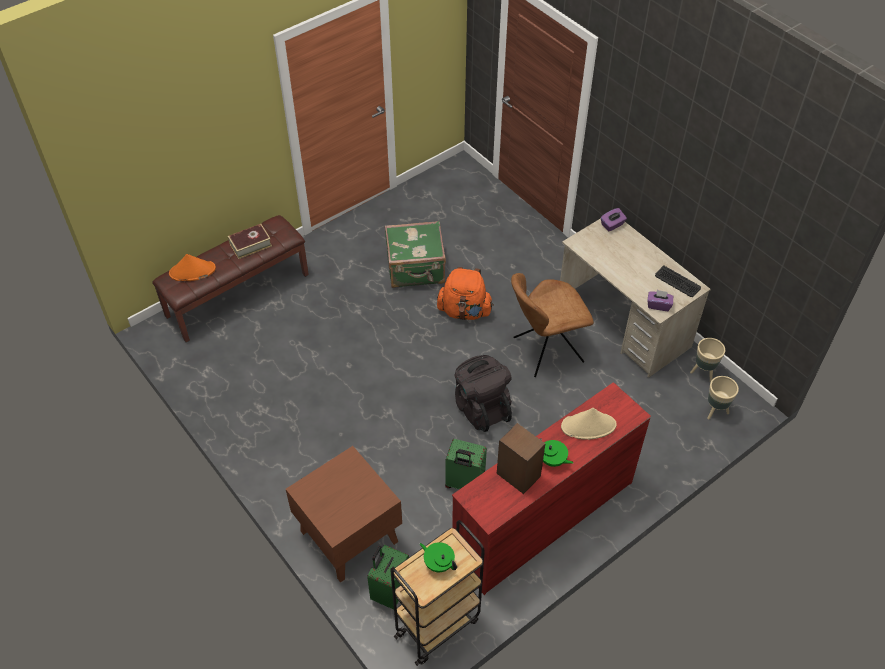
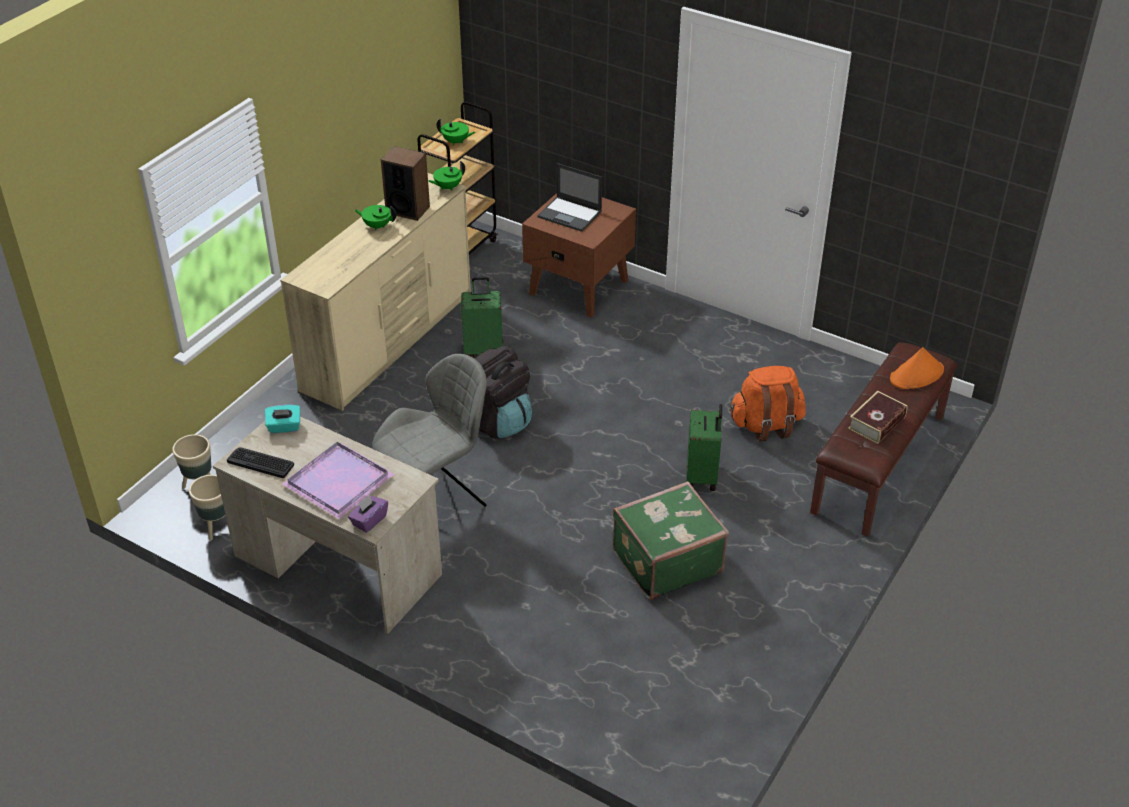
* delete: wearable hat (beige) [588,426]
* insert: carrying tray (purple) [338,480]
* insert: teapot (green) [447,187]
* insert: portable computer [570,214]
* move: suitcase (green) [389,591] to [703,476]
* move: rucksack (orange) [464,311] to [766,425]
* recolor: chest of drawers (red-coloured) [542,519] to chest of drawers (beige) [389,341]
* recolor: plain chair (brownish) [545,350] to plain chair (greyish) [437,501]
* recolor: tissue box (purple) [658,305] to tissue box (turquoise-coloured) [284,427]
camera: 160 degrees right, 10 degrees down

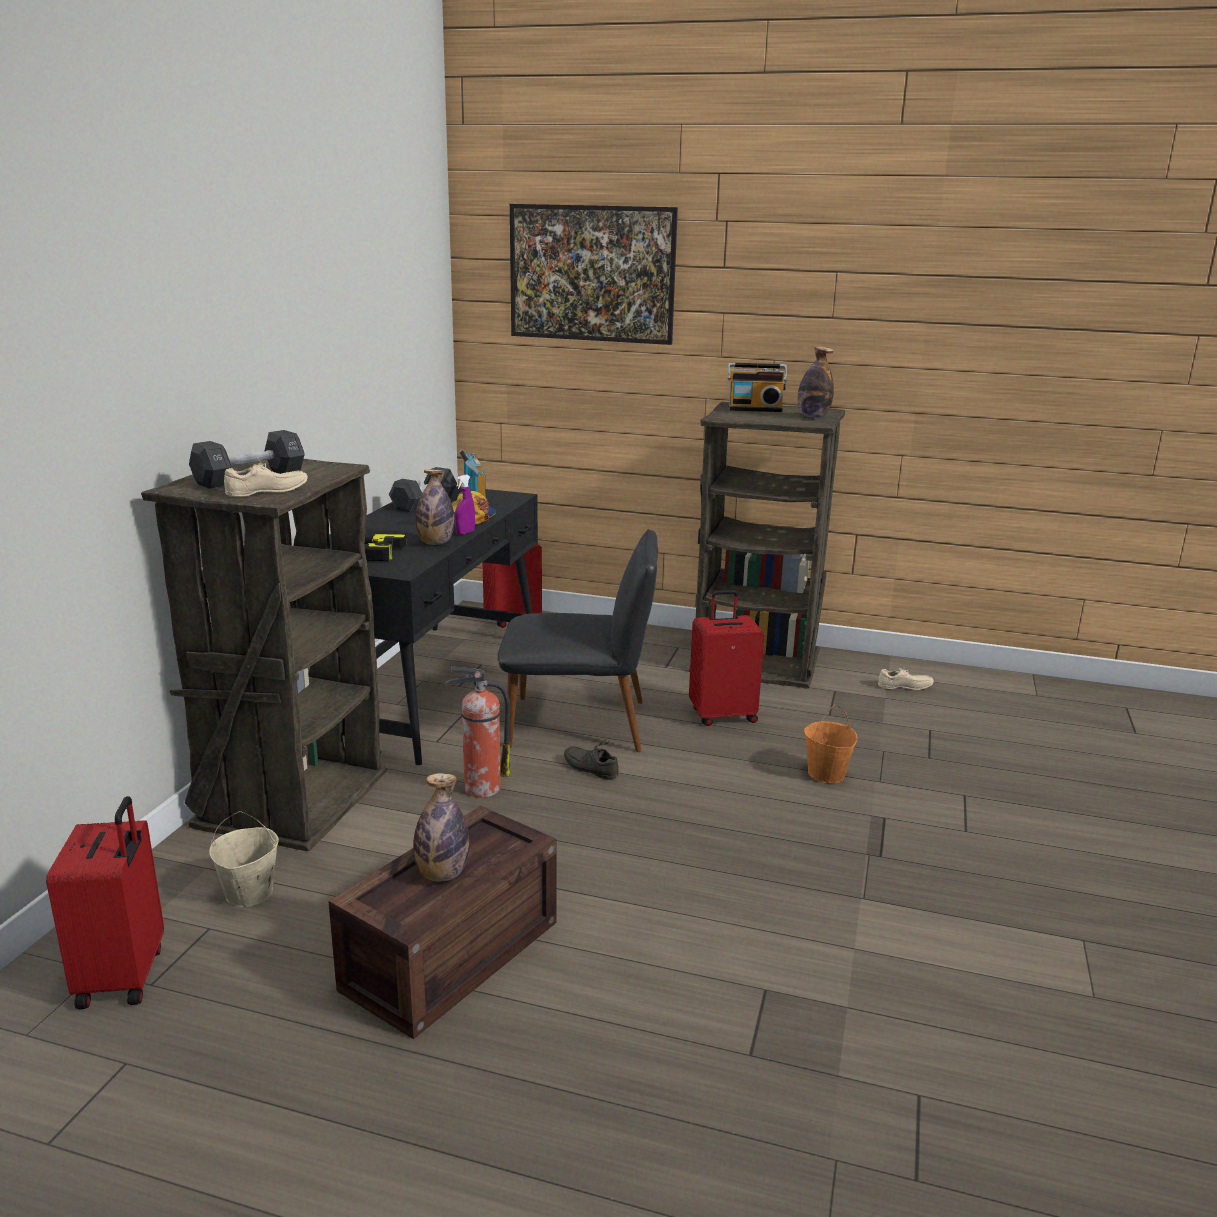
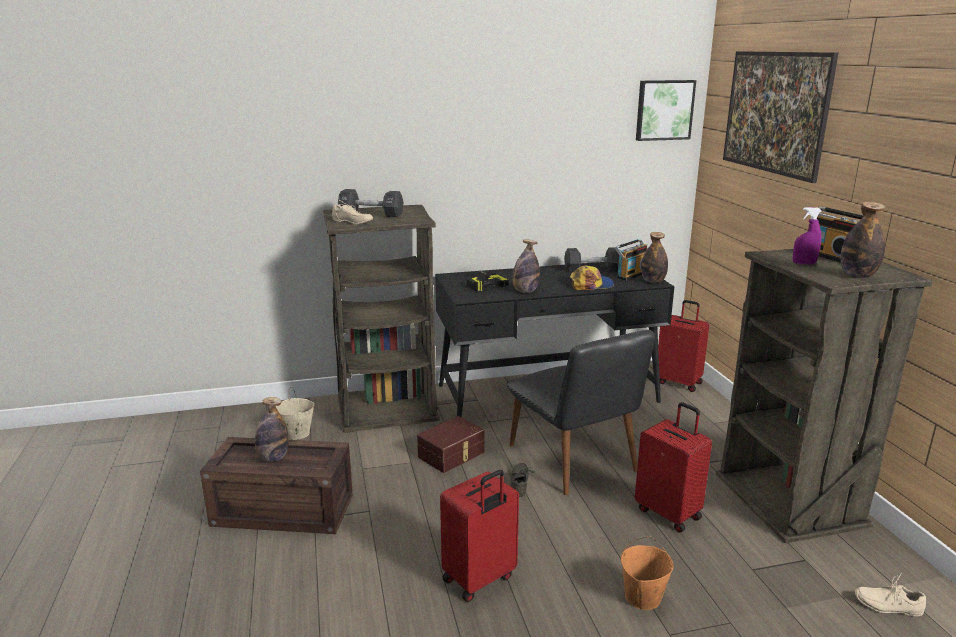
* insert: picture [664,110]
* insert: beverage bottle [653,281]
* move: suitcase (red-coloured) [124,976] to [480,579]
* move: sprayer (purple) [465,532] to [804,263]
* replace: fire extinguisher [480,788] to storage container (brownish) [452,455]
* rotate: shoe (beige) [905,687] = [887,604] 135 degrees clockwise
camera: 60 degrees right, 0 degrees up

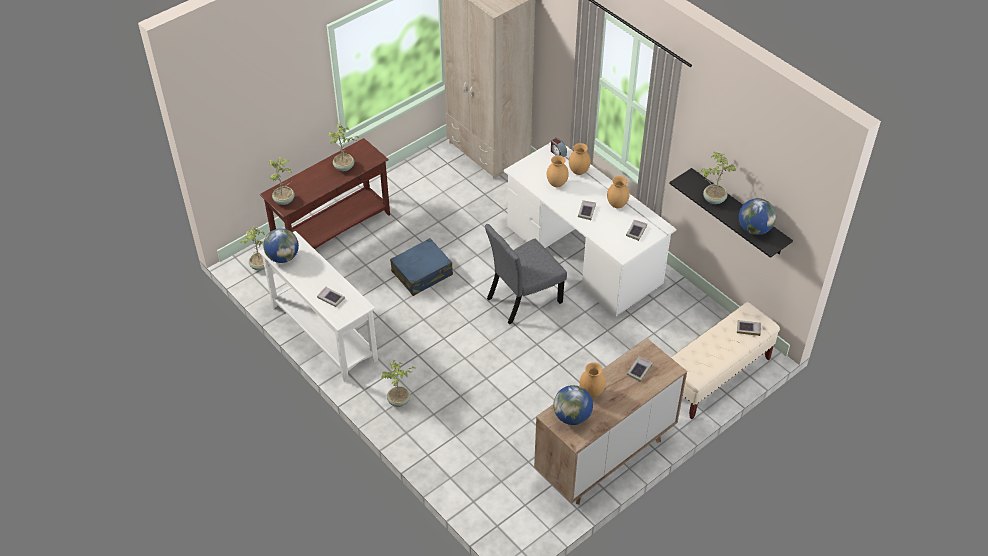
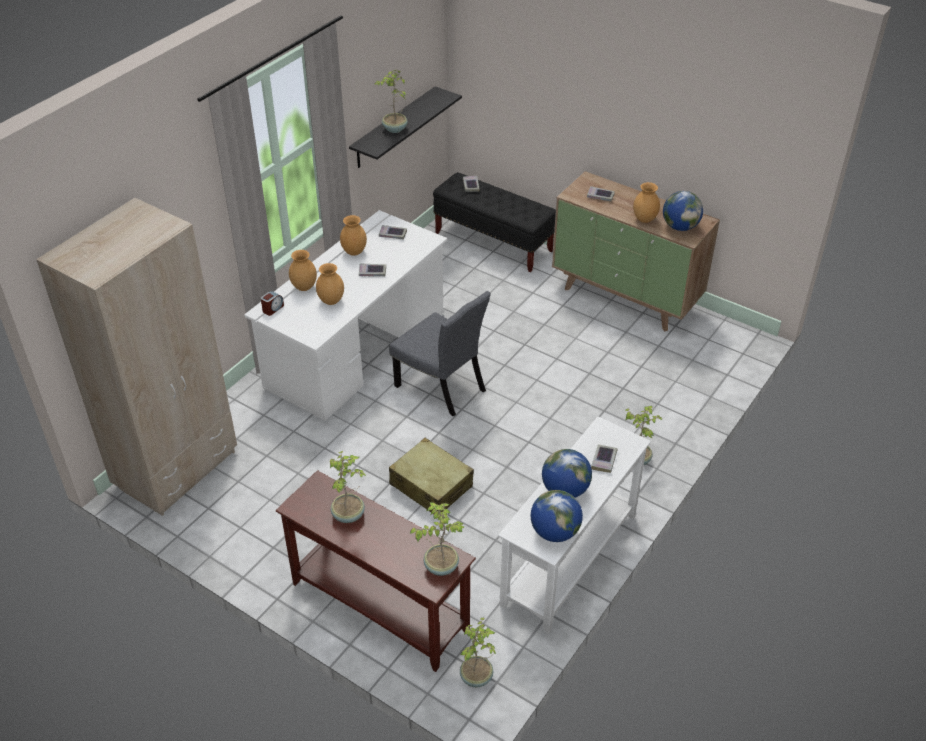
* move: world globe [754,229] to [565,490]
* recolor: suitcase (blue-coloured) [422,273] to suitcase (beige) [431,485]
* recolor: indoor bench (beige) [715,376] to indoor bench (black) [493,242]
camera: 105 degrees left, 5 degrees down

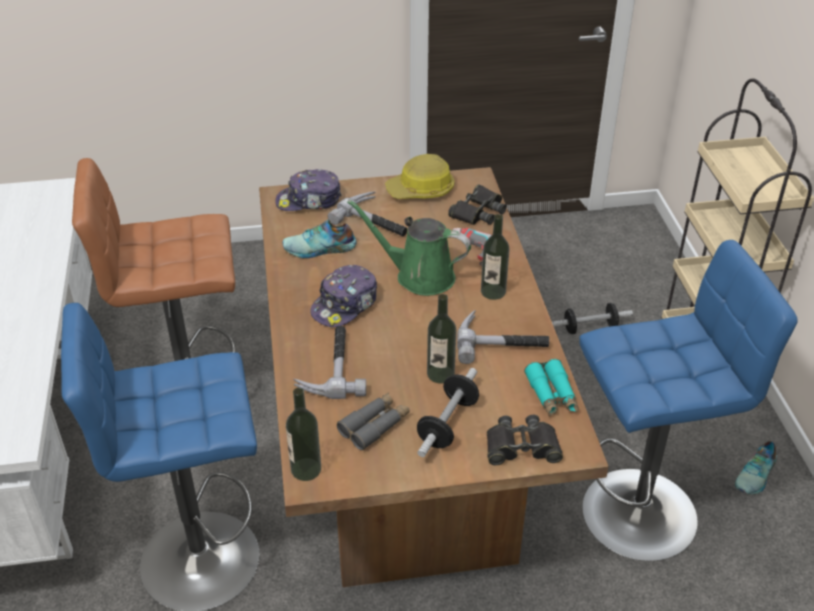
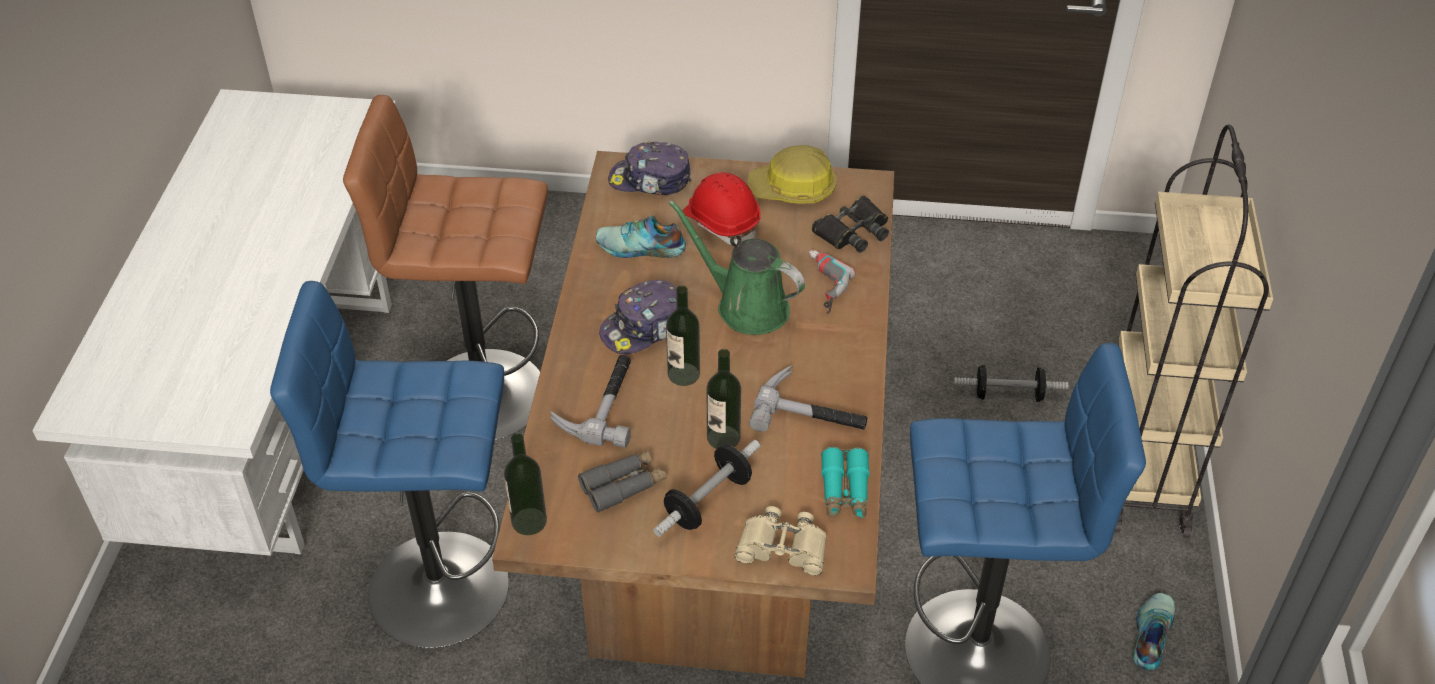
* move: beverage bottle [493,291] to [683,374]
* replace: tool hammer [376,221] to work helmet (red-coloured) [721,222]
* recolor: binoculars (black) [521,447] to binoculars (beige) [782,547]
* rotate: shoe [756,475] = [1150,634] 150 degrees clockwise
camera: 15 degrees right, 5 degrees up

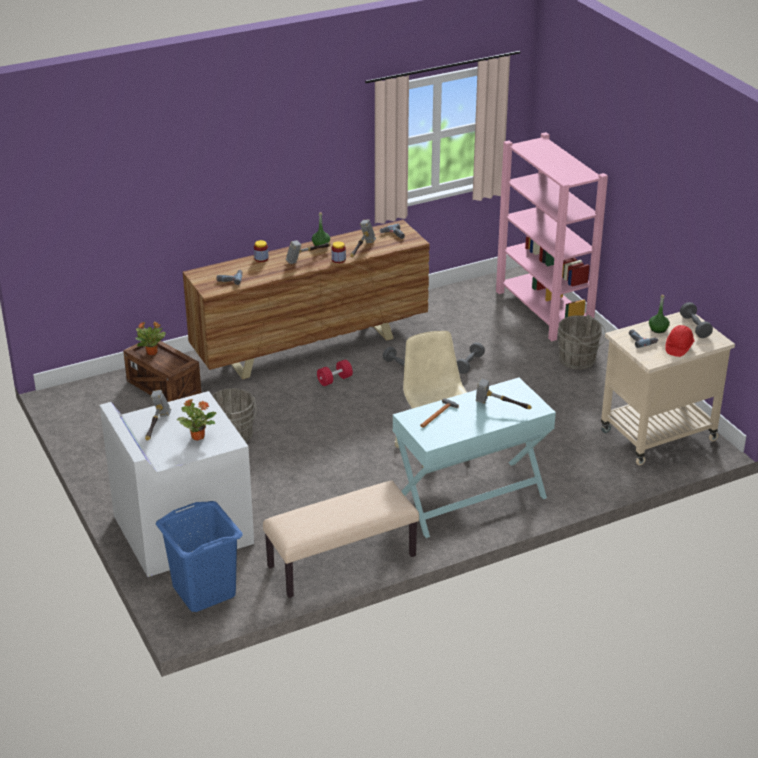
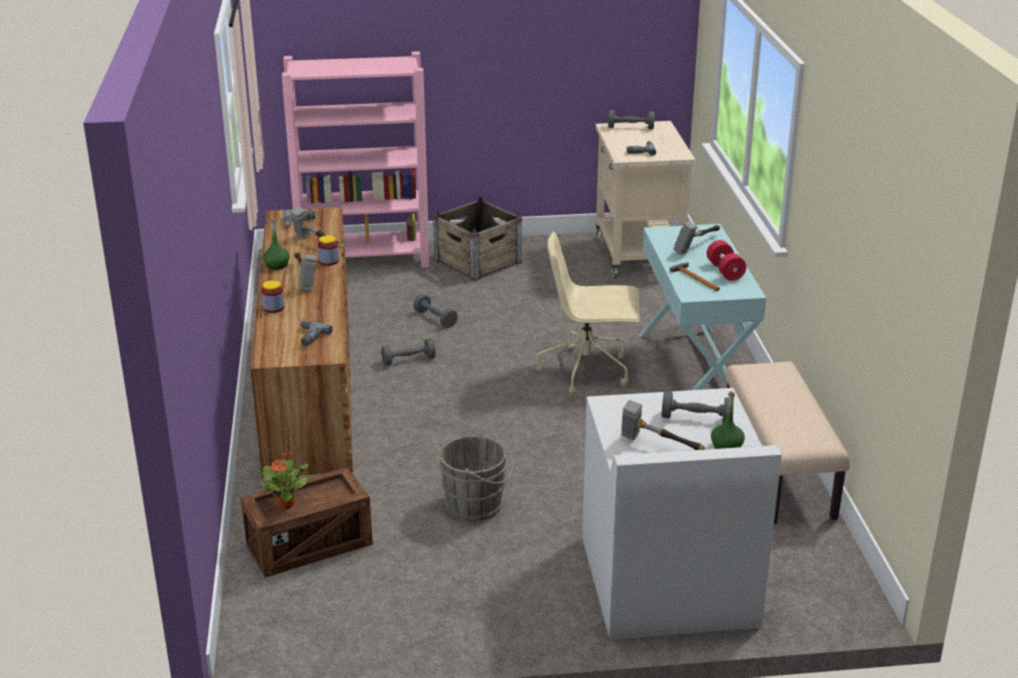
* delete: hamper (blue-coloured) [204,591]
* delete: work helmet (red-coloured) [678,347]
* move: dumbbell (red-coloured) [334,380] to [725,271]
* move: beverage bottle (green) [658,329] to [726,446]
* replace: plant in a pot [197,436] to dumbbell (greyish) [696,419]
* replace: pail (greyish) [579,360] to shipping crate [477,261]
camera: 70 degrees left, 5 degrees down

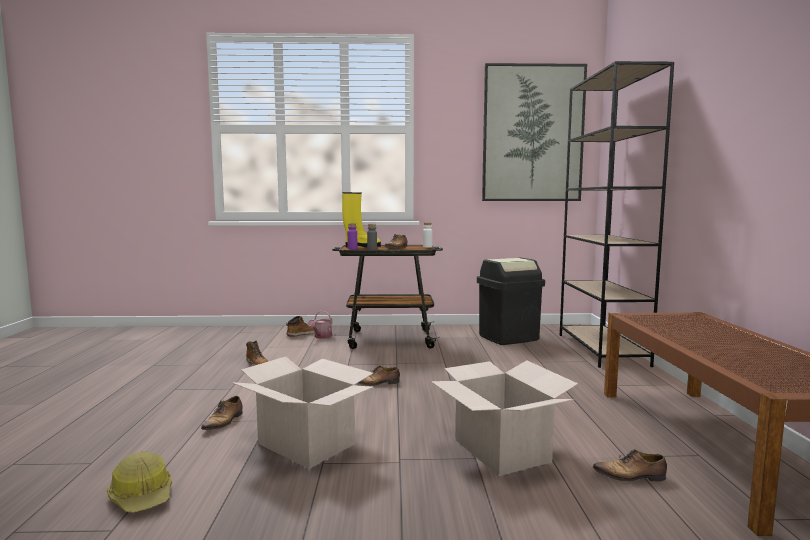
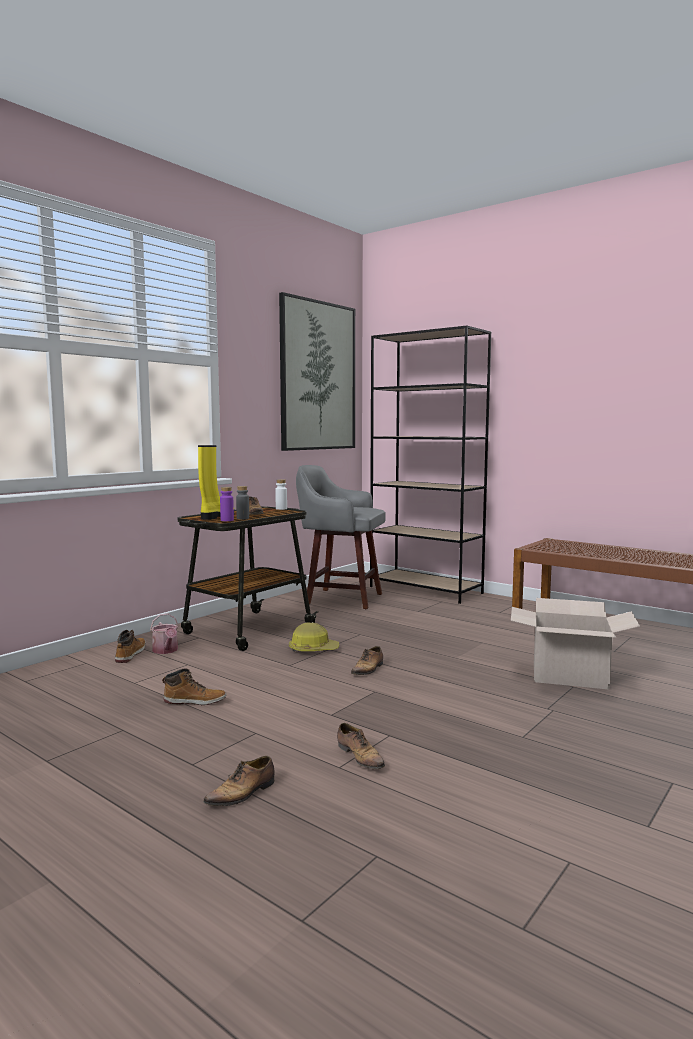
* delete: cardboard box [305,444]
* move: work helmet [142,496] to [313,649]
* move: shoe [631,476] to [242,794]
* replace: rubbish bin (black) [508,337] to stool (greyish) [340,598]
camera: 50 degrees left, 0 degrees up

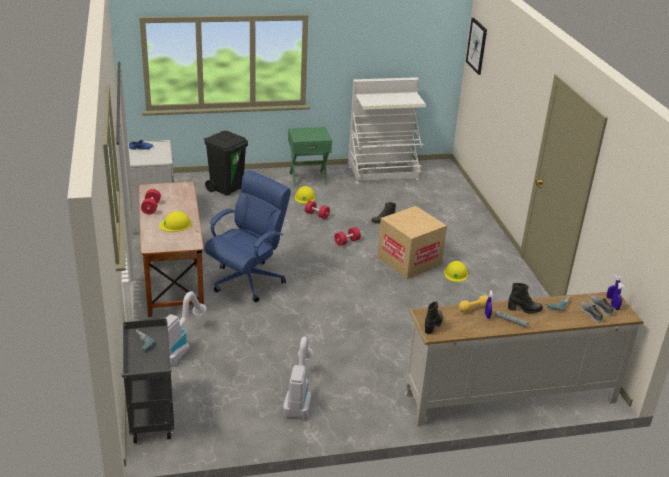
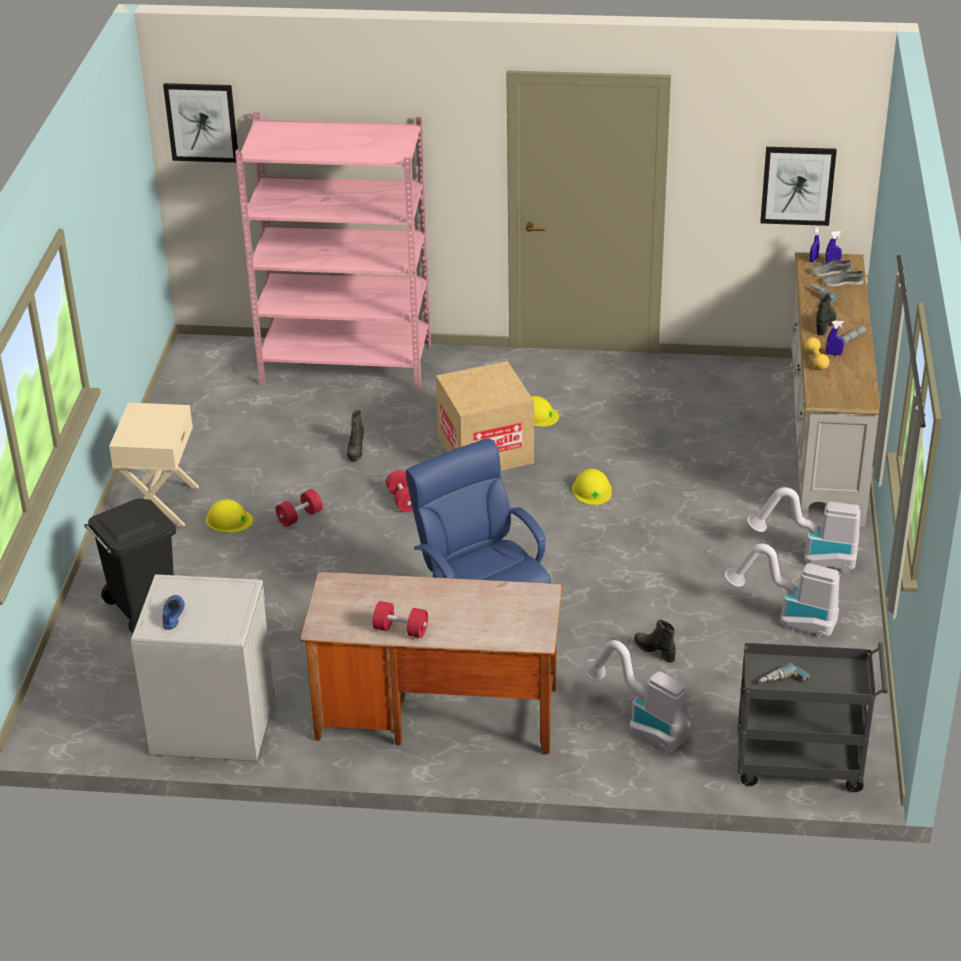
* delete: shoe shelf (whitish) [384,174]
* insert: shelving unit (pinkish) [346,364]
* insert: vacuum cleaner [810,557]
* insert: picture [797,185]
* move: work helmet (yellowish) [175,224] to [592,490]
* move: tall boot (black) [433,325] to [655,650]
* recolor: nightstand (green) [308,178] to nightstand (beige) [160,504]
camera: 70 degrees left, 5 degrees up

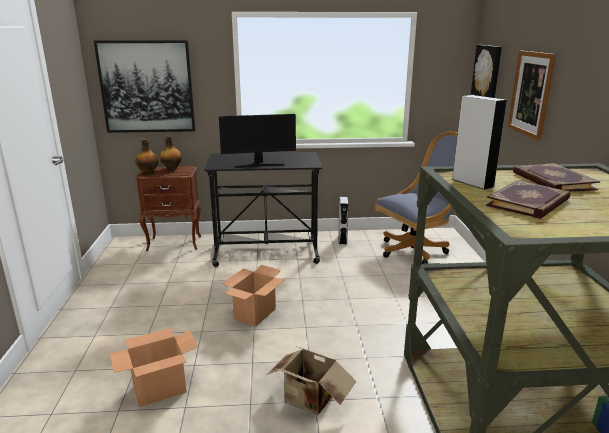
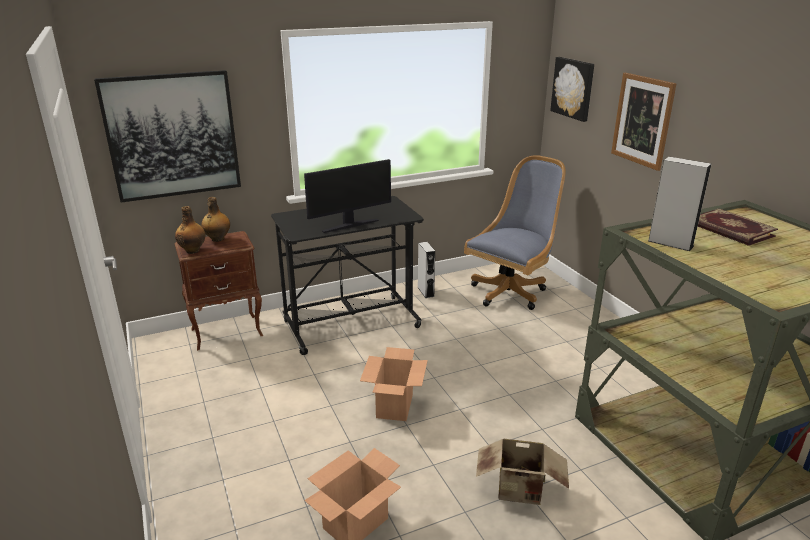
* delete: bound book [529,203]
camera: 20 degrees left, 5 degrees up

